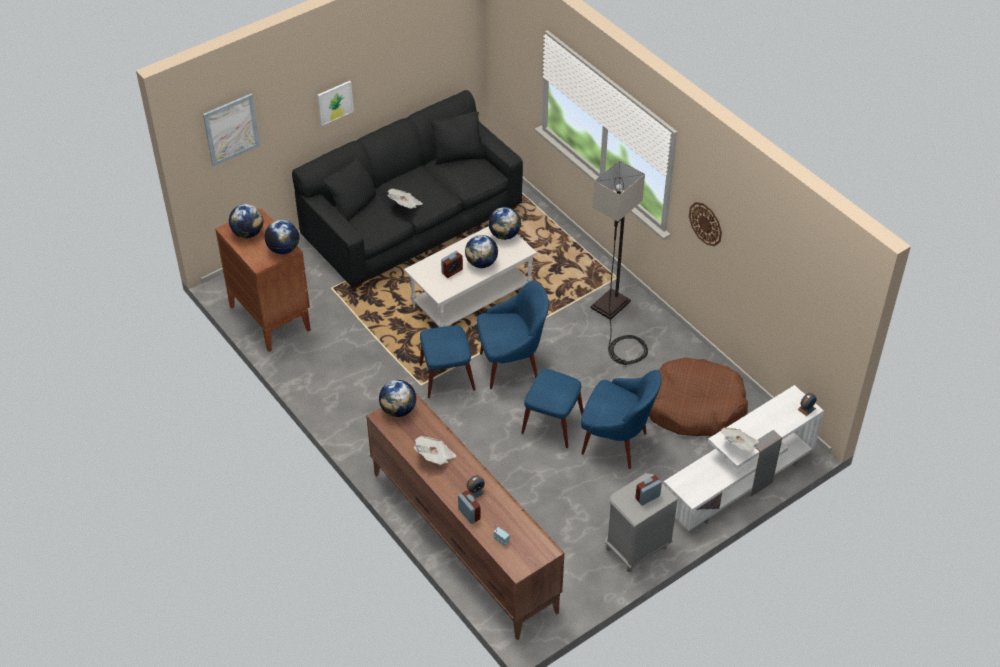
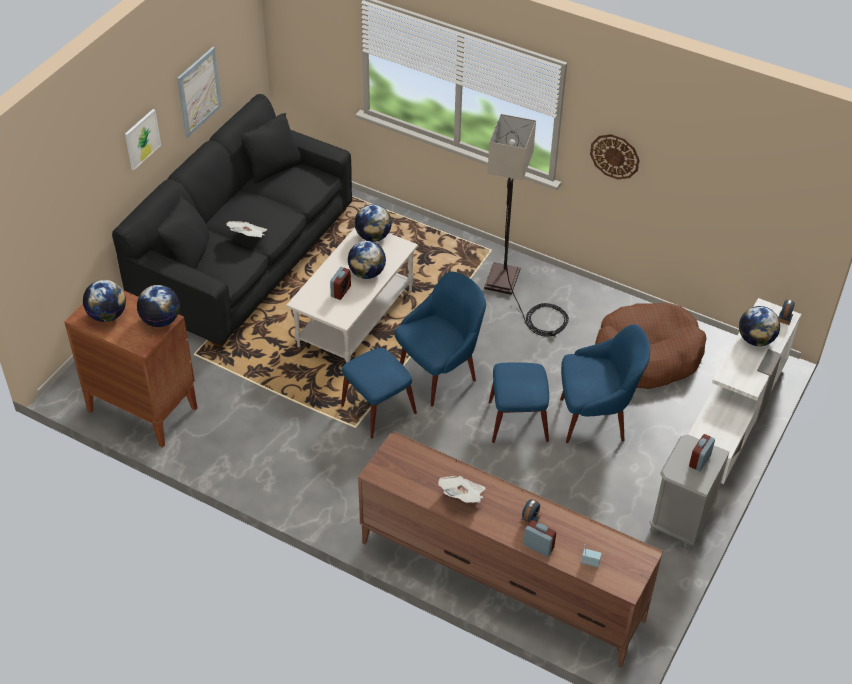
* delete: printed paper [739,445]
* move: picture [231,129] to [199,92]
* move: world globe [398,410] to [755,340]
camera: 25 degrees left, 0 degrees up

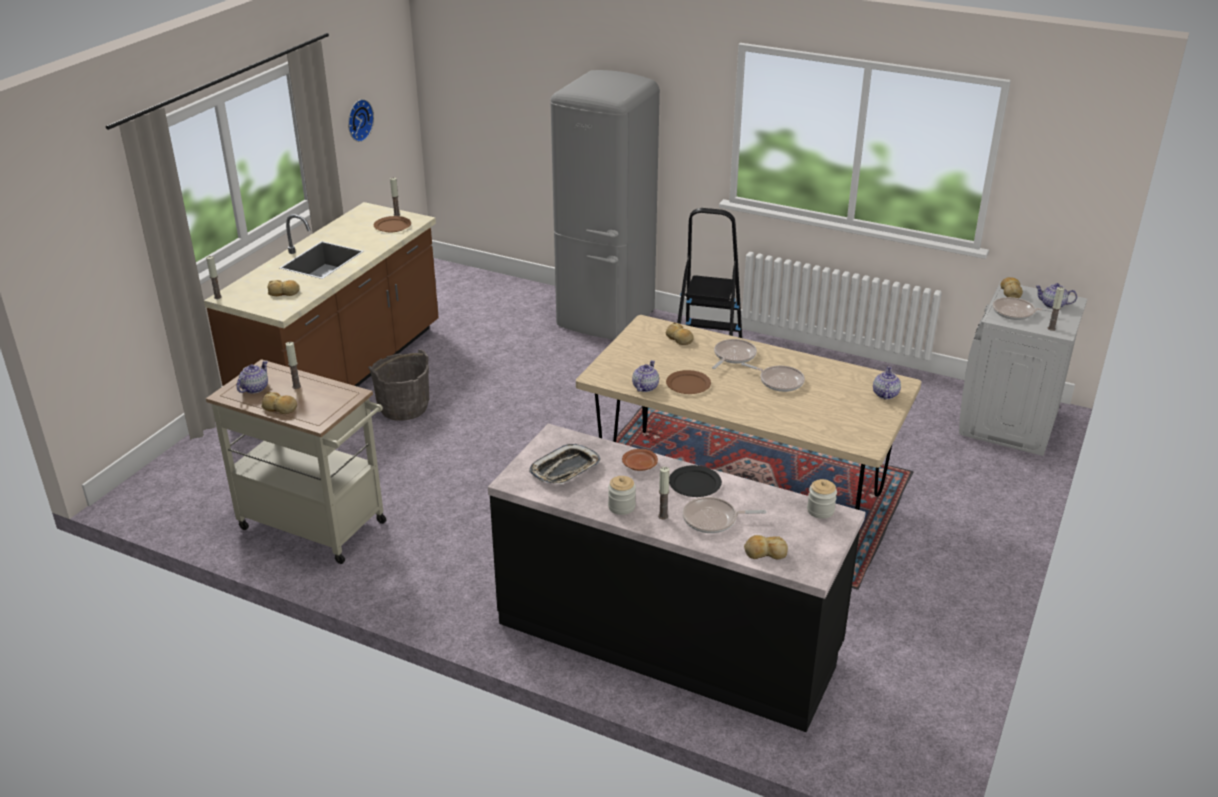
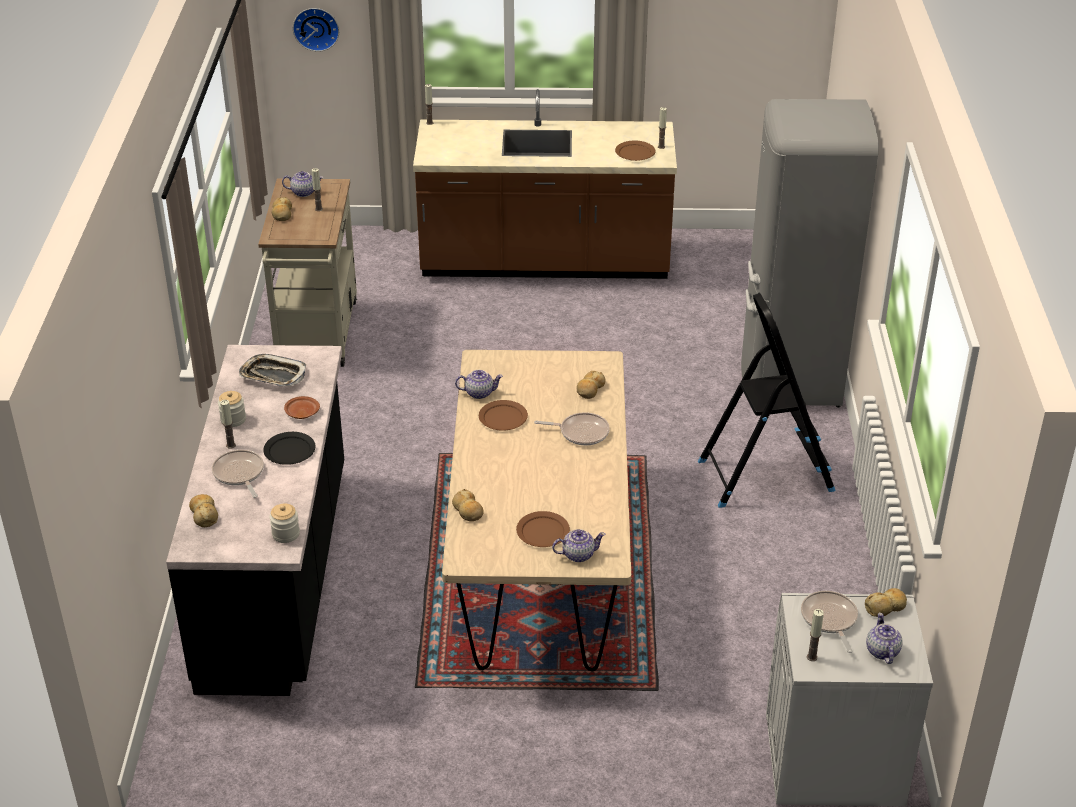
* delete: pail (greyish) [403,407]
* delete: skillet [779,381]
* insert: flat dish (brownish) [543,531]
* move: baked bread [284,293] to [468,511]
* move: hanging clock [358,120] to [316,28]
camera: 65 degrees right, 5 degrees up

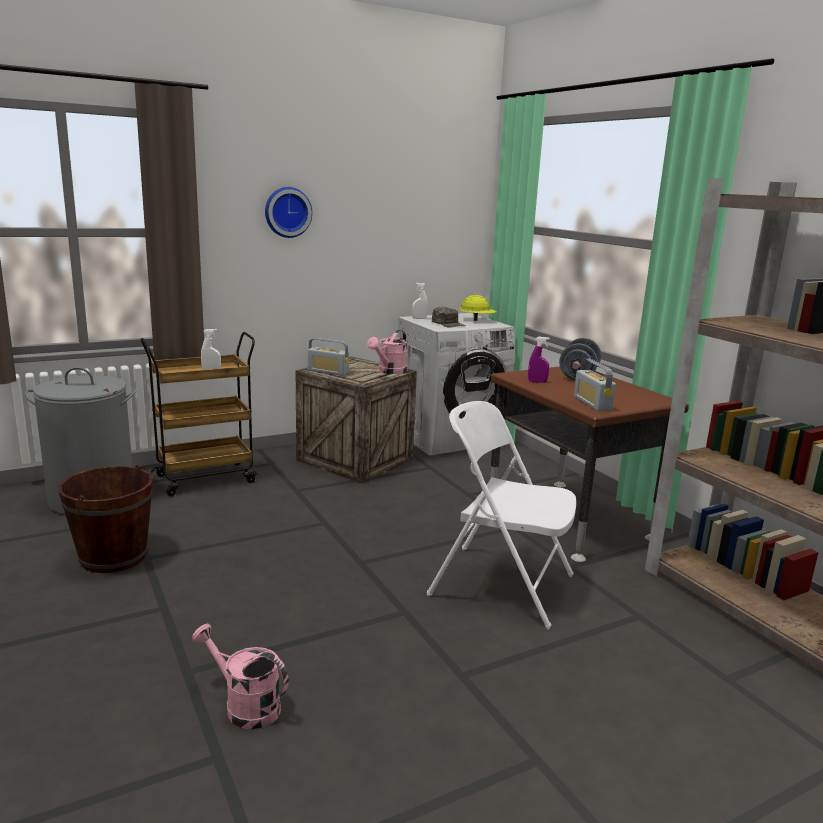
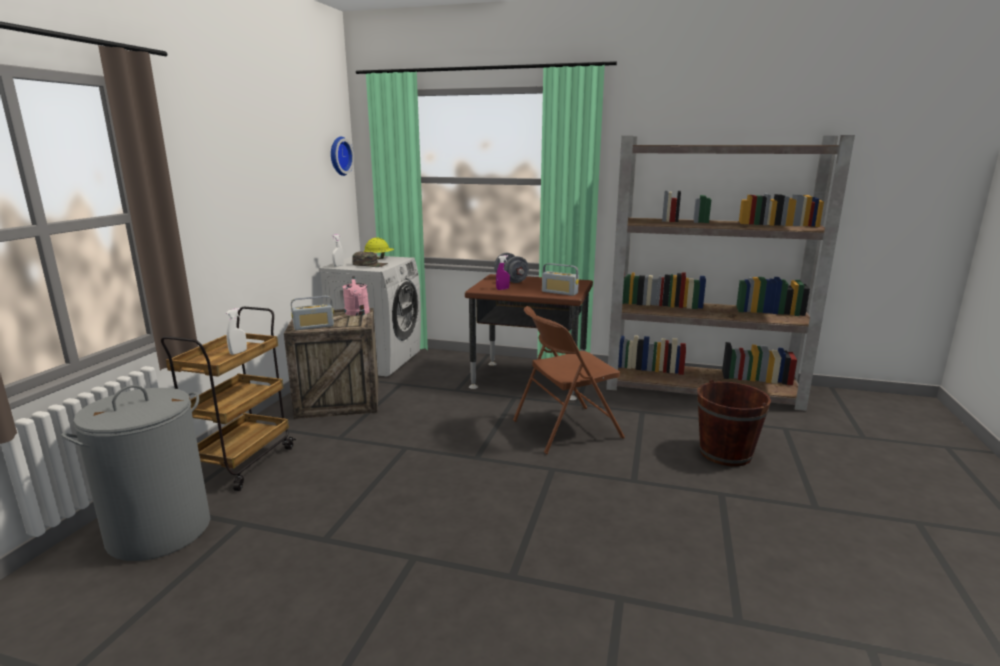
* delete: watering pot (pinkish) [245,705]
* move: pail (brownish) [113,557] to [725,453]
* move: hanging clock [287,212] to [339,156]
* recolor: plain chair (whitish) [502,584] to plain chair (brownish) [566,429]
camera: 45 degrees left, 0 degrees up

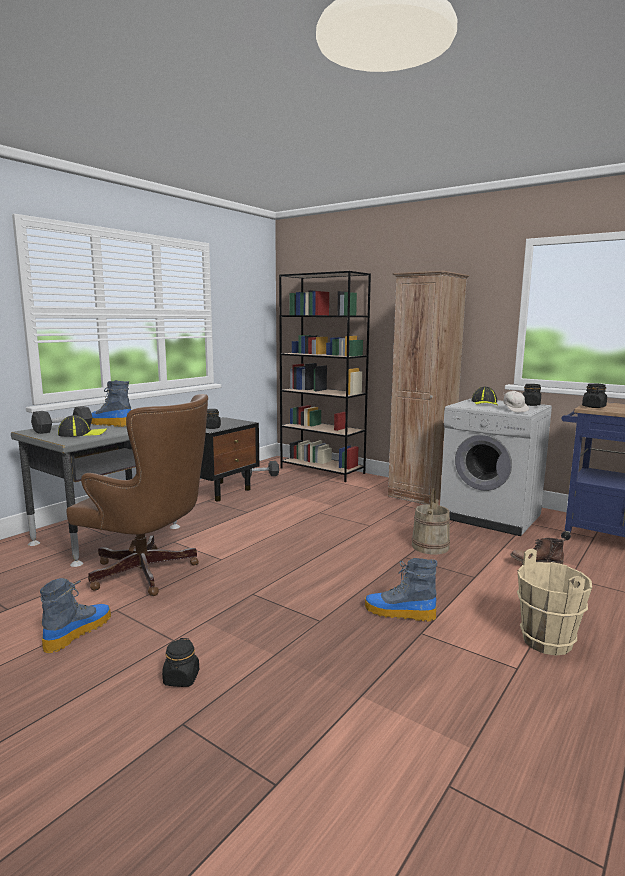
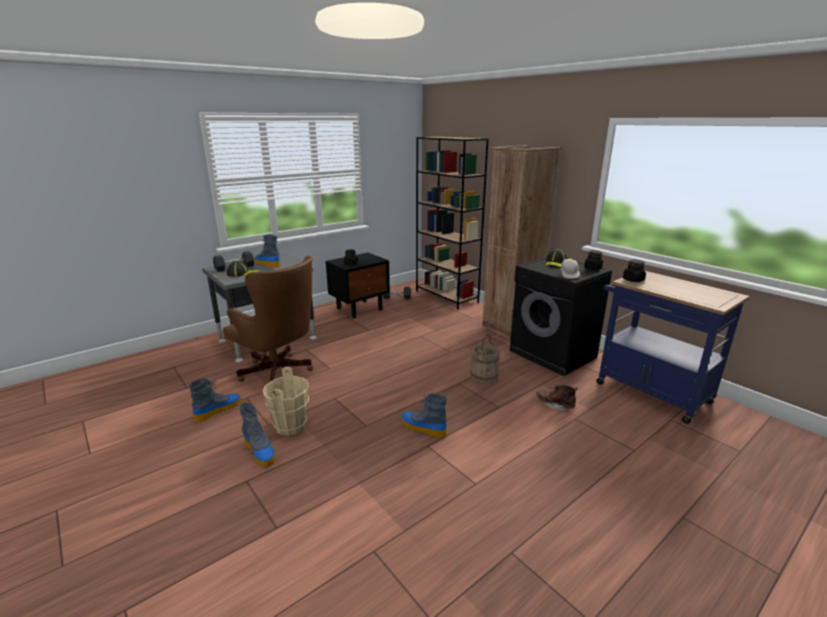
* move: pail (beige) [547,641] to [291,426]
* replace: jar (black) [181,678] to tall boot [260,452]
* recolor: washing machine (whitish) [489,517] to washing machine (black) [551,355]
camera: 15 degrees right, 10 degrees up

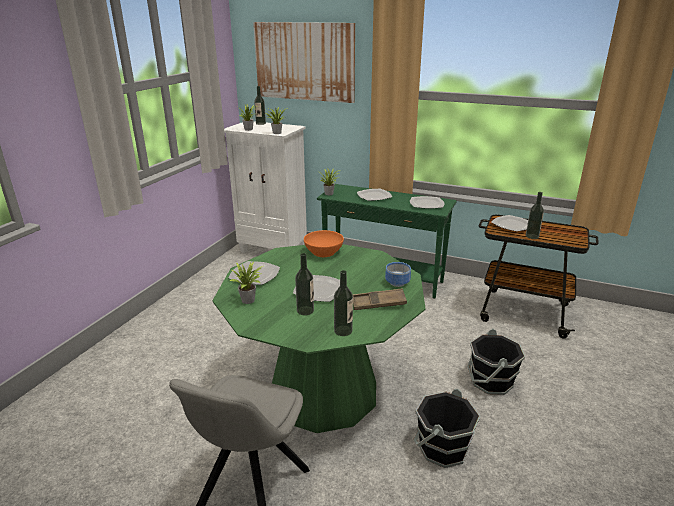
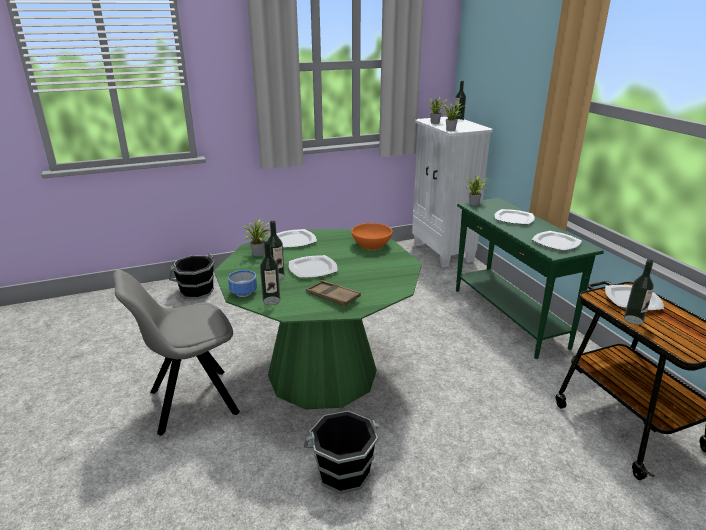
* delete: picture [304,62]
* move: bowl [398,283] to [244,293]
* move: pail (black) [490,381] to [196,291]
camera: 45 degrees right, 0 degrees up

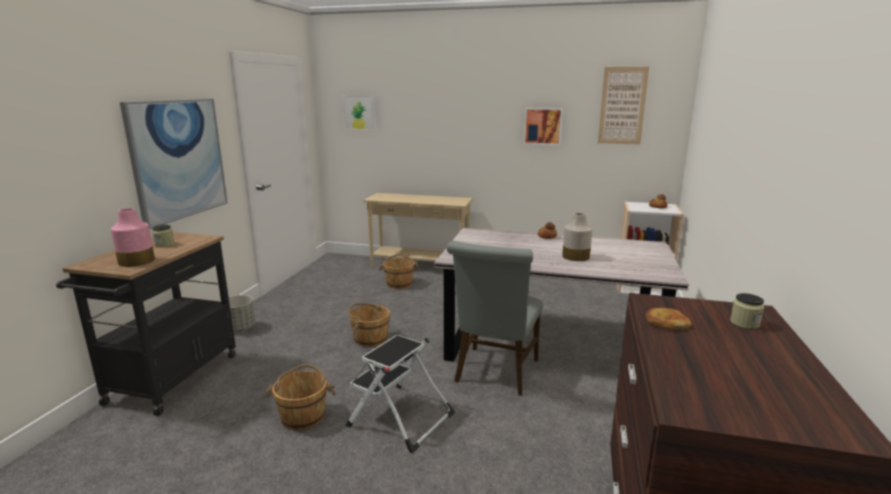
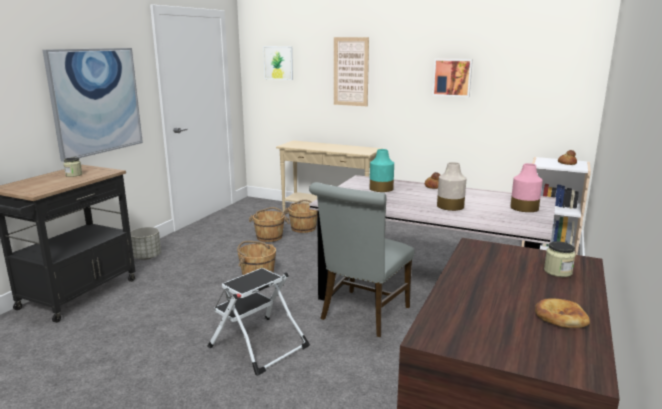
* insert: decorative vase (turquoise-coloured) [381,188]
* move: decorative vase (pinkish) [137,261] to [524,207]
* move: pail (brownish) [303,416] to [269,237]
* move: picture [622,106] to [351,72]
* move: baked bread [666,322] to [560,317]
camera: 10 degrees right, 0 degrees up

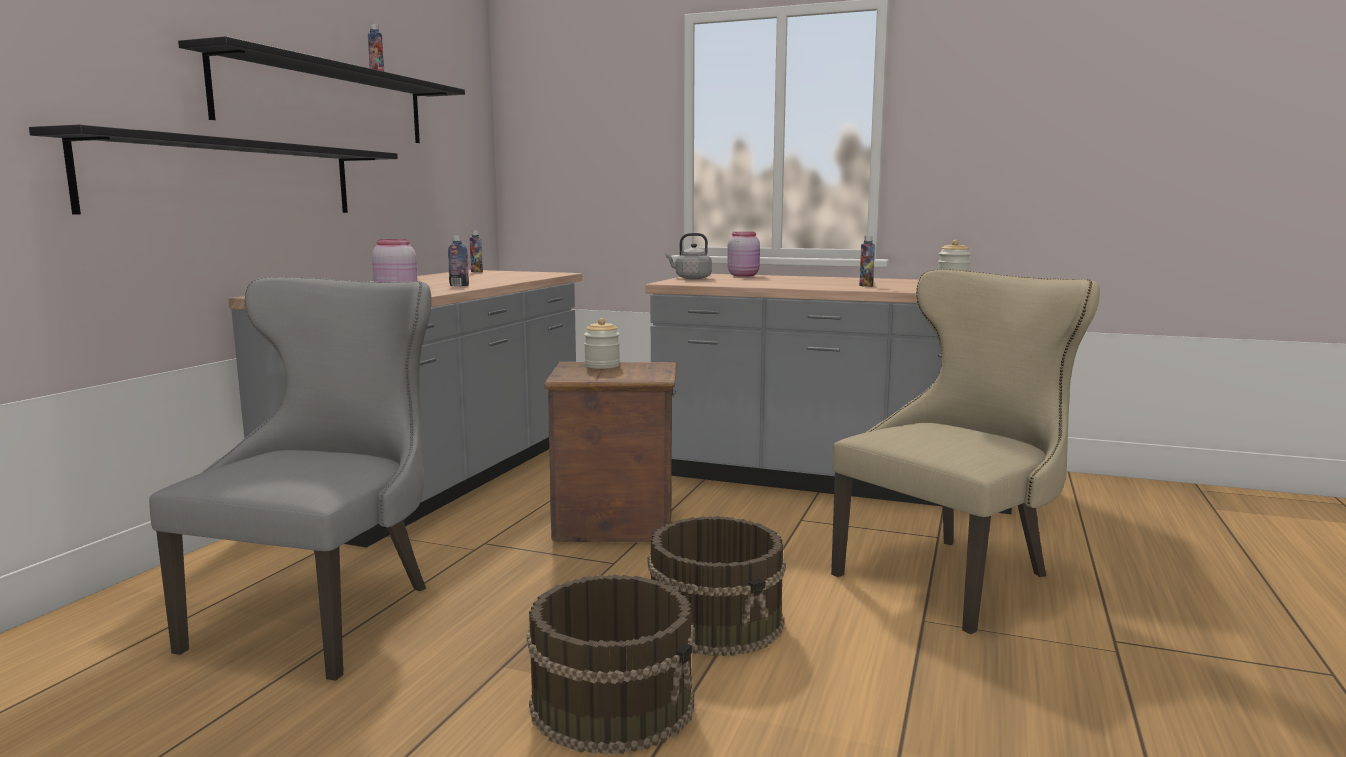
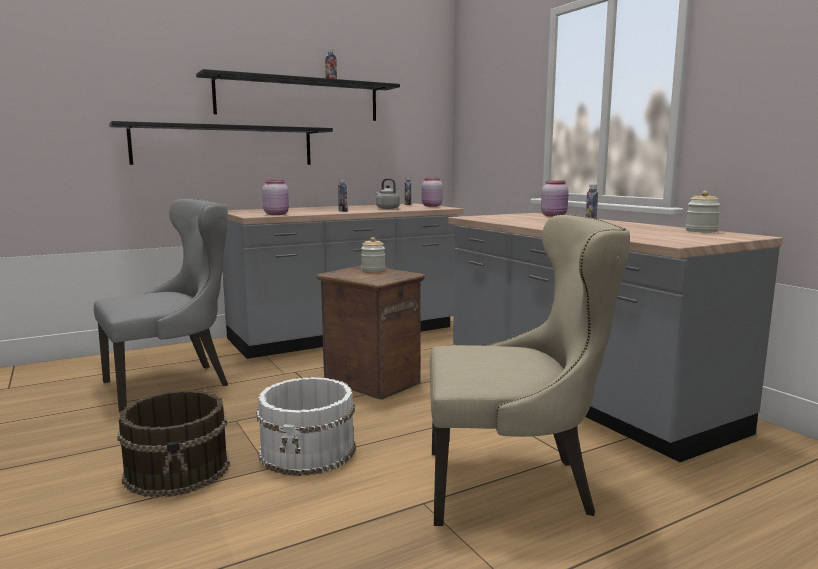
* insert: jar (pinkish) [431,206]
* move: tea kettle (greyish) [691,278] to [386,208]
* recolor: pail (brownish) [717,621] to pail (whitish) [309,451]
camera: 40 degrees right, 0 degrees up

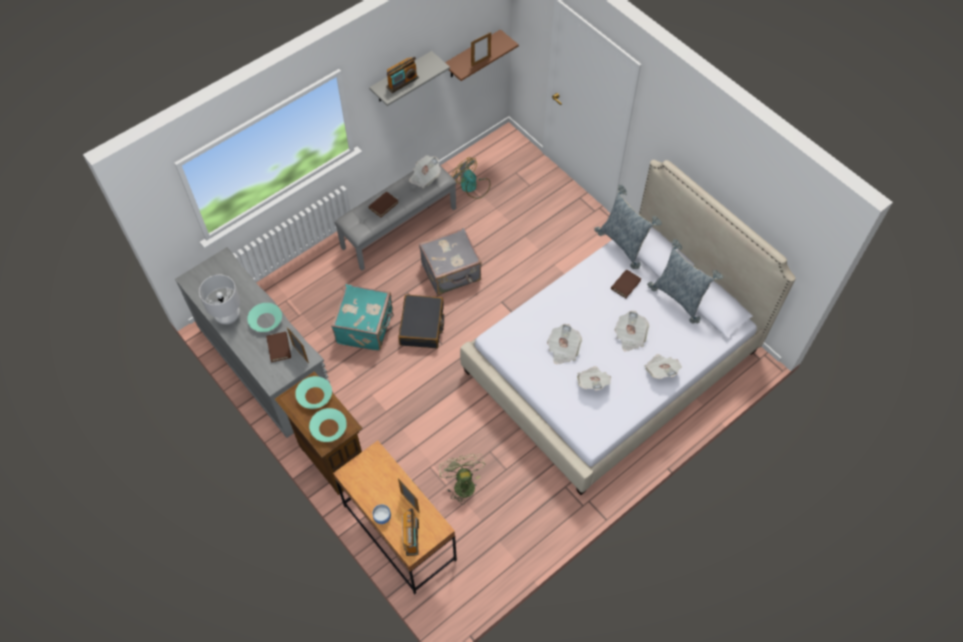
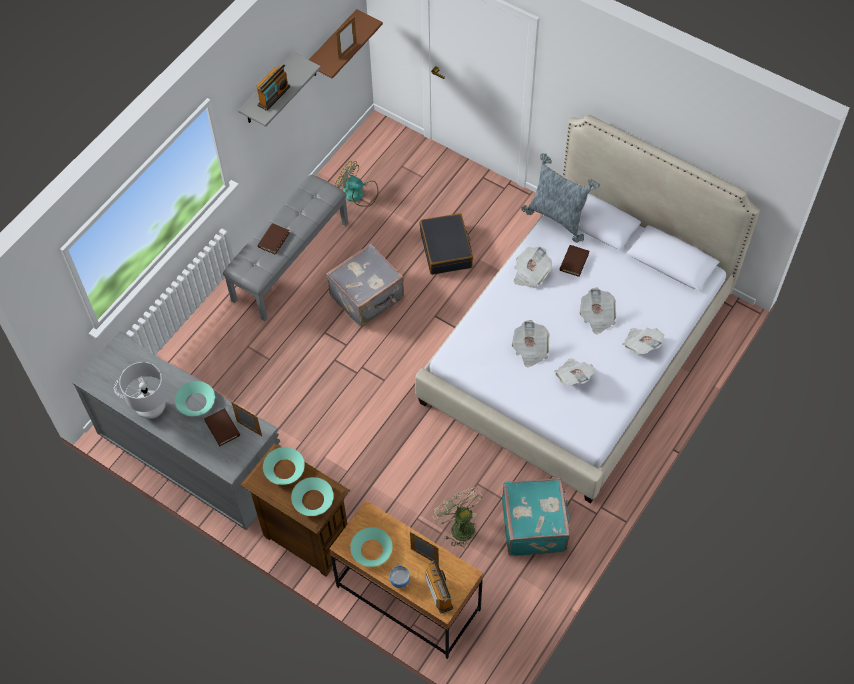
* delete: pillow [679,299]
* insert: bowl (turquoise-coloured) [371,549]
* move: suitcase (turquoise-coloured) [366,327] to [535,525]
* move: suitcase (black) [422,326] to [446,249]
* move: printed paper [424,177] to [530,273]
camera: 15 degrees left, 0 degrees up

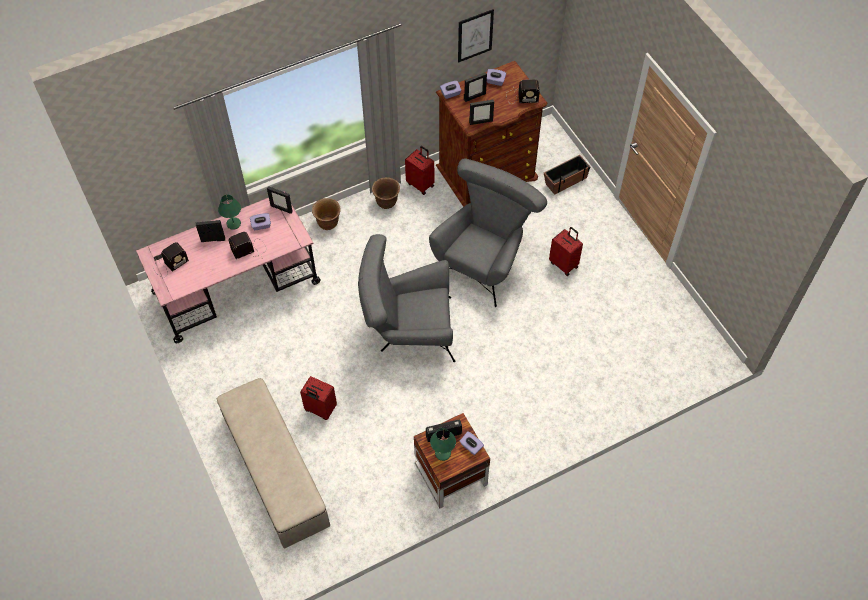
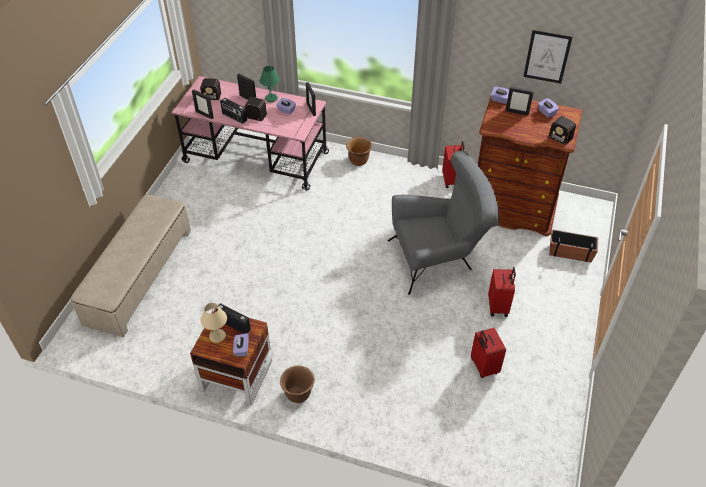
* delete: lounge chair (greyish) [407,331]
* insert: radio set [234,117]
* move: suitcase (red-coloured) [320,409] to [483,366]
* move: plant pot (brownish) [386,202] to [298,394]
* move: standing frame [481,121] to [204,114]
* recolor: lamp for a table (green) [442,453] to lamp for a table (beige) [217,336]
camera: 45 degrees right, 10 degrees down

